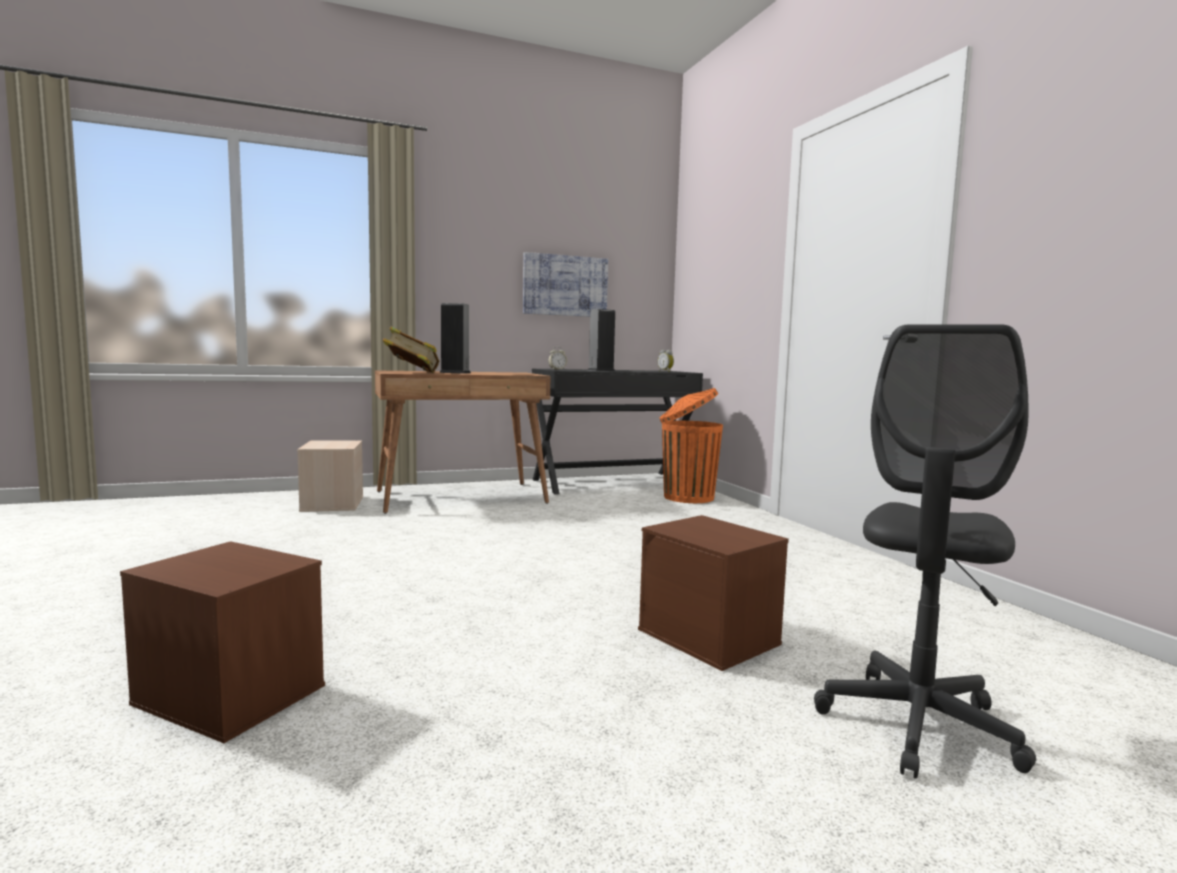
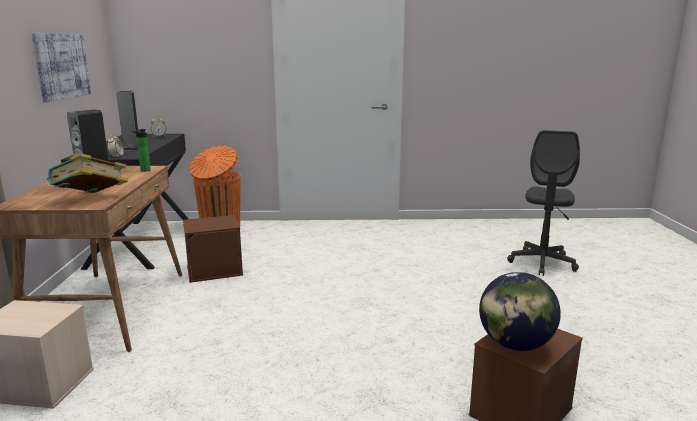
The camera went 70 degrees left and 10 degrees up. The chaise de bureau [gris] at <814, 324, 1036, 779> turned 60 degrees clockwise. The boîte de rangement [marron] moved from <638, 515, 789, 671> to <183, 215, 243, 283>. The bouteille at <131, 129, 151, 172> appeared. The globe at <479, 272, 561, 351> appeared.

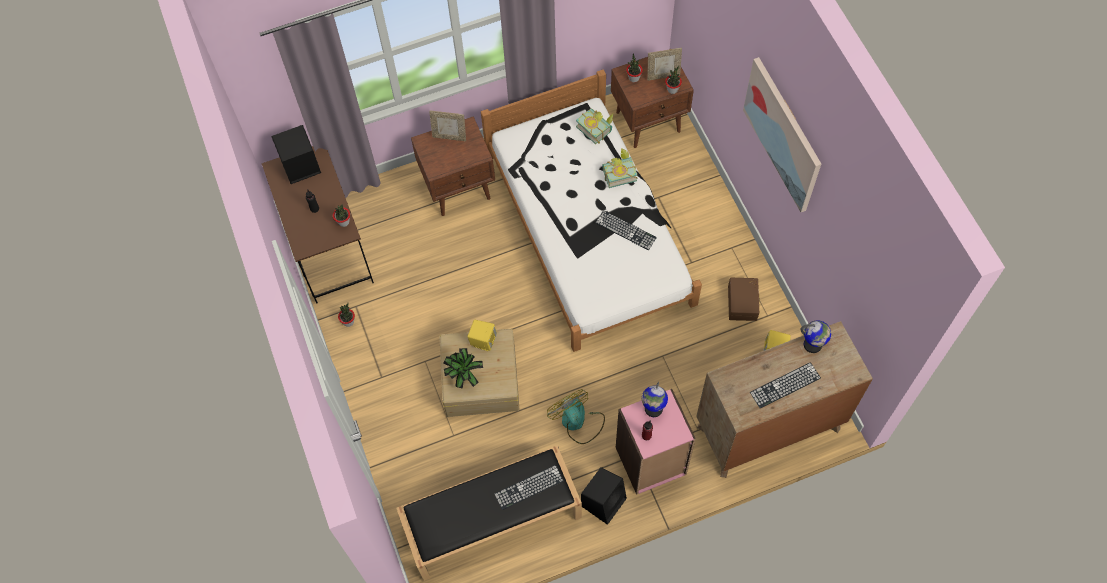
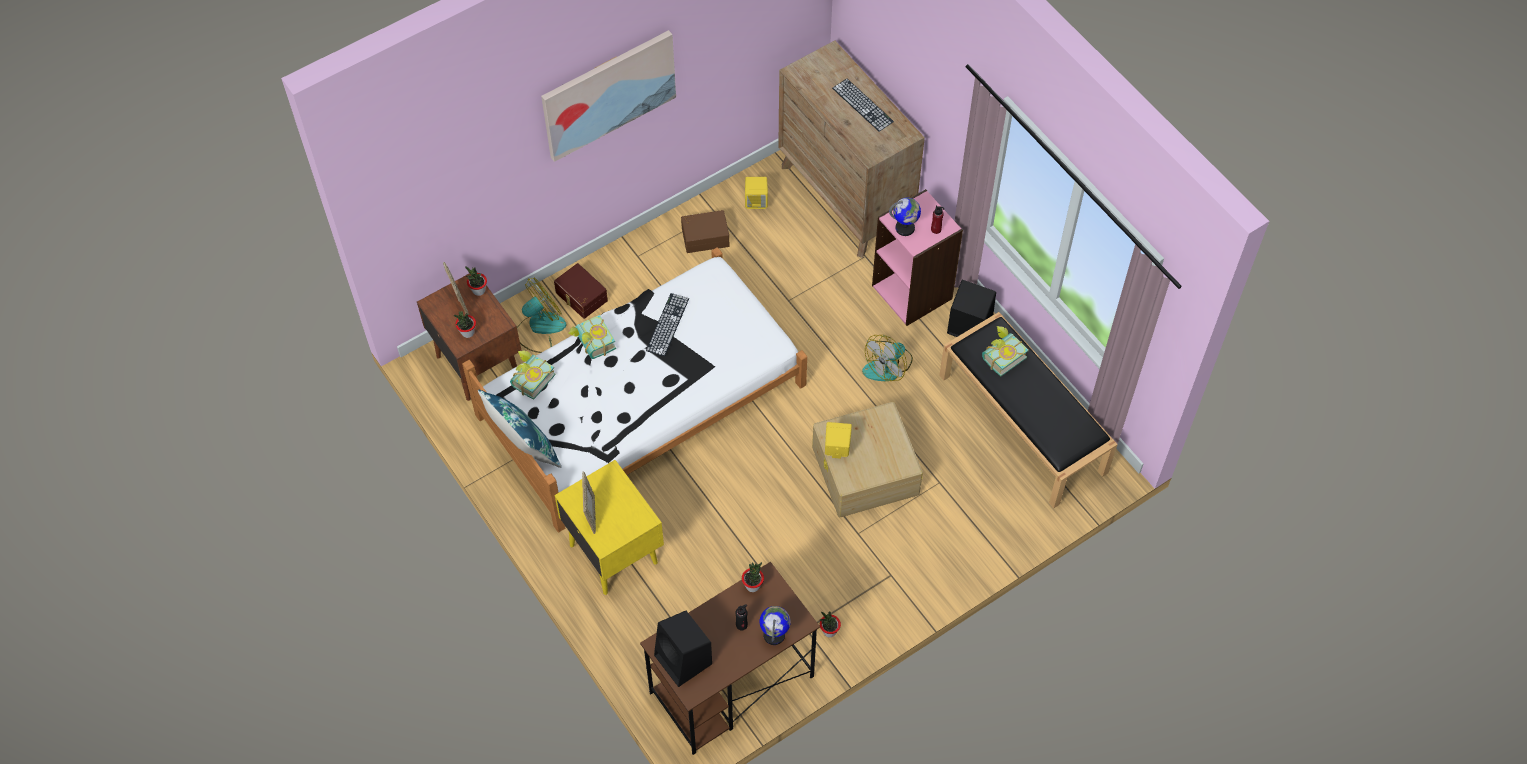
The camera went 105 degrees left and 5 degrees down. The table de chevet [marron] at <411, 116, 495, 216> became the table de chevet [jaune] at <554, 460, 664, 595>. The globe moved from <801, 320, 831, 353> to <760, 606, 791, 645>. The plante en pot at <443, 348, 483, 389> disappeared. The clavier at <495, 465, 564, 510> was replaced by the livre at <982, 326, 1029, 377>. The boîte de rangement [marron] at <554, 263, 608, 319> appeared. The ventilateur at <517, 278, 566, 353> appeared. The coussin [bleu] at <478, 389, 561, 468> appeared.

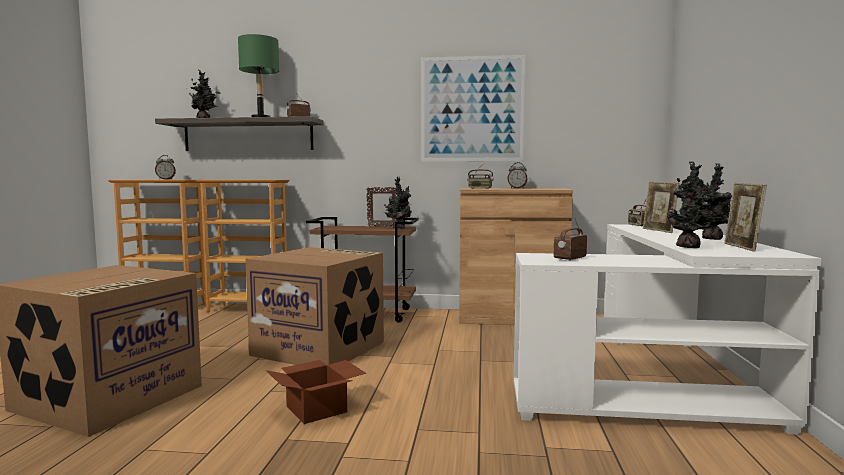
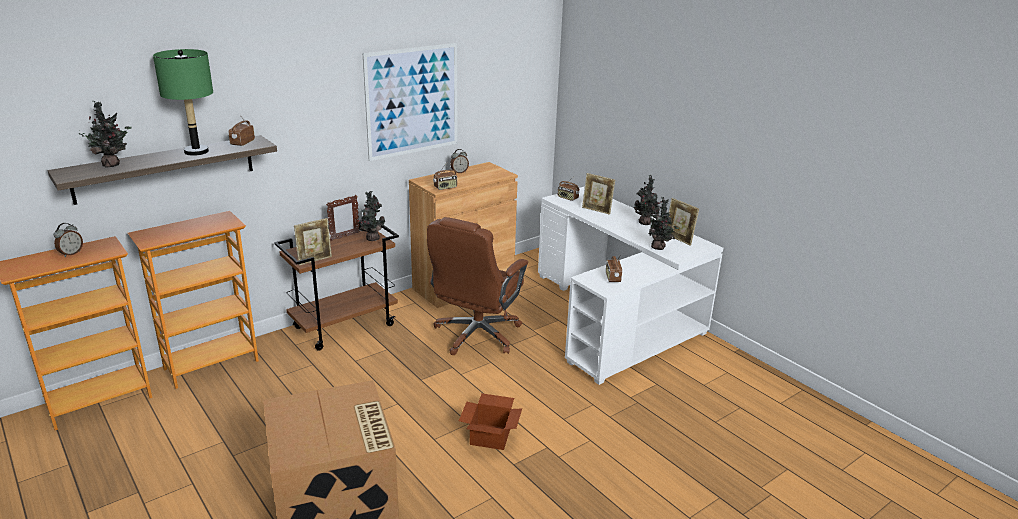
The camera went 45 degrees left and 20 degrees up. The carton at <246, 247, 384, 365> disappeared. The chaise de bureau [marron] at <427, 217, 528, 355> appeared. The cadre photo at <294, 218, 332, 266> appeared.

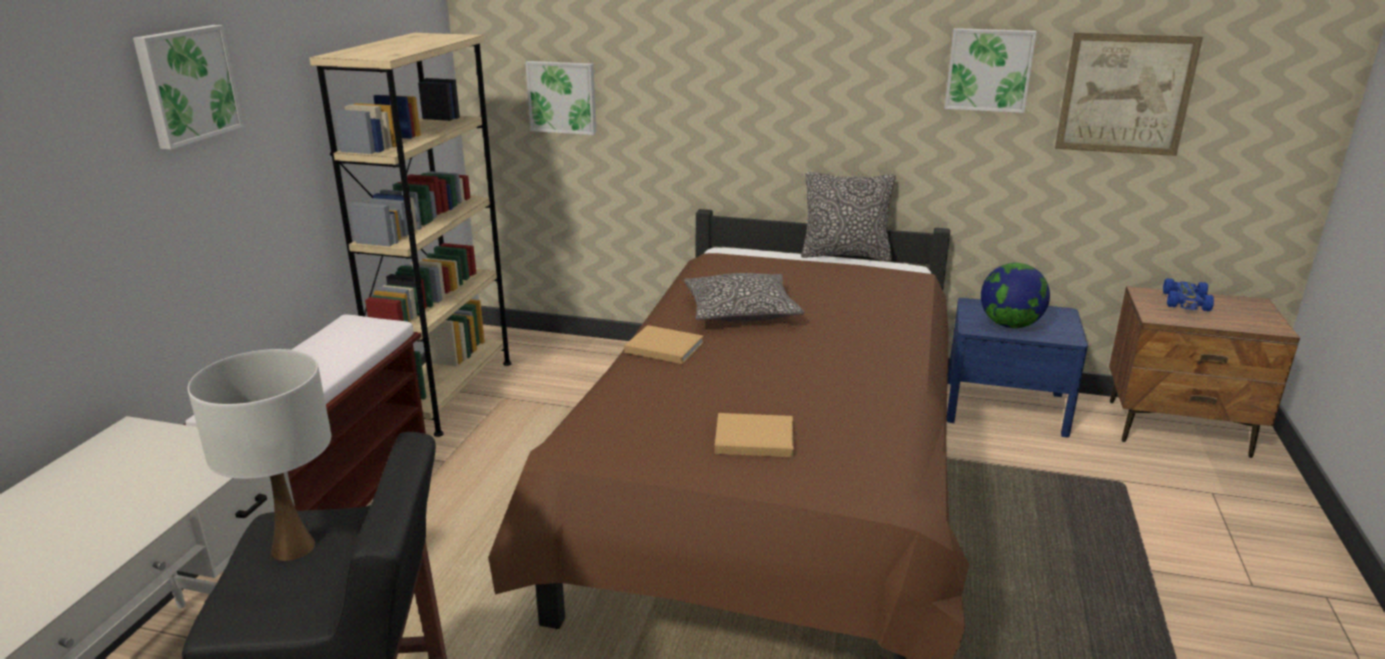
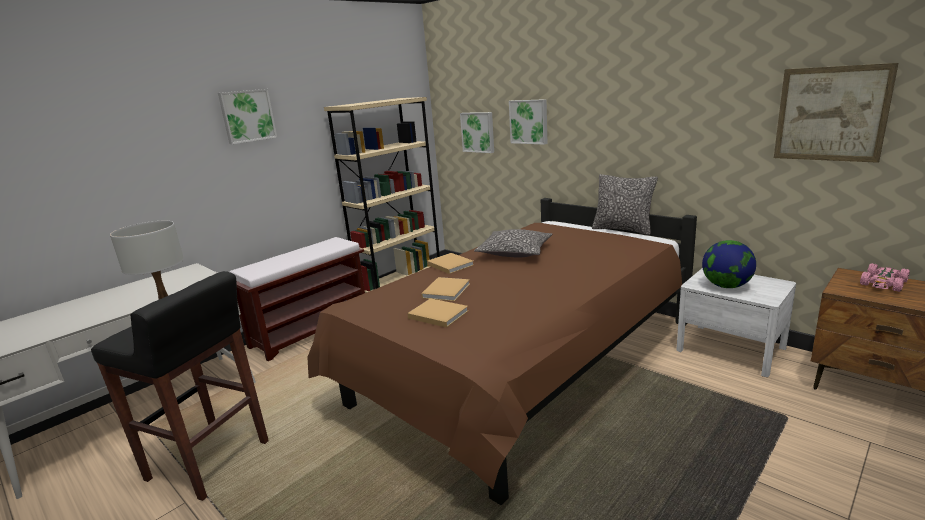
The camera went 30 degrees right and 5 degrees down. The tableau moved from <945, 28, 1037, 113> to <509, 99, 547, 145>. The petite voiture [bleu] at <1163, 278, 1214, 311> became the petite voiture [rose] at <860, 263, 910, 292>. The table de chevet [bleu] at <947, 298, 1088, 437> became the table de chevet [blanc] at <676, 268, 796, 377>. The livre [beige] at <421, 277, 470, 301> appeared.

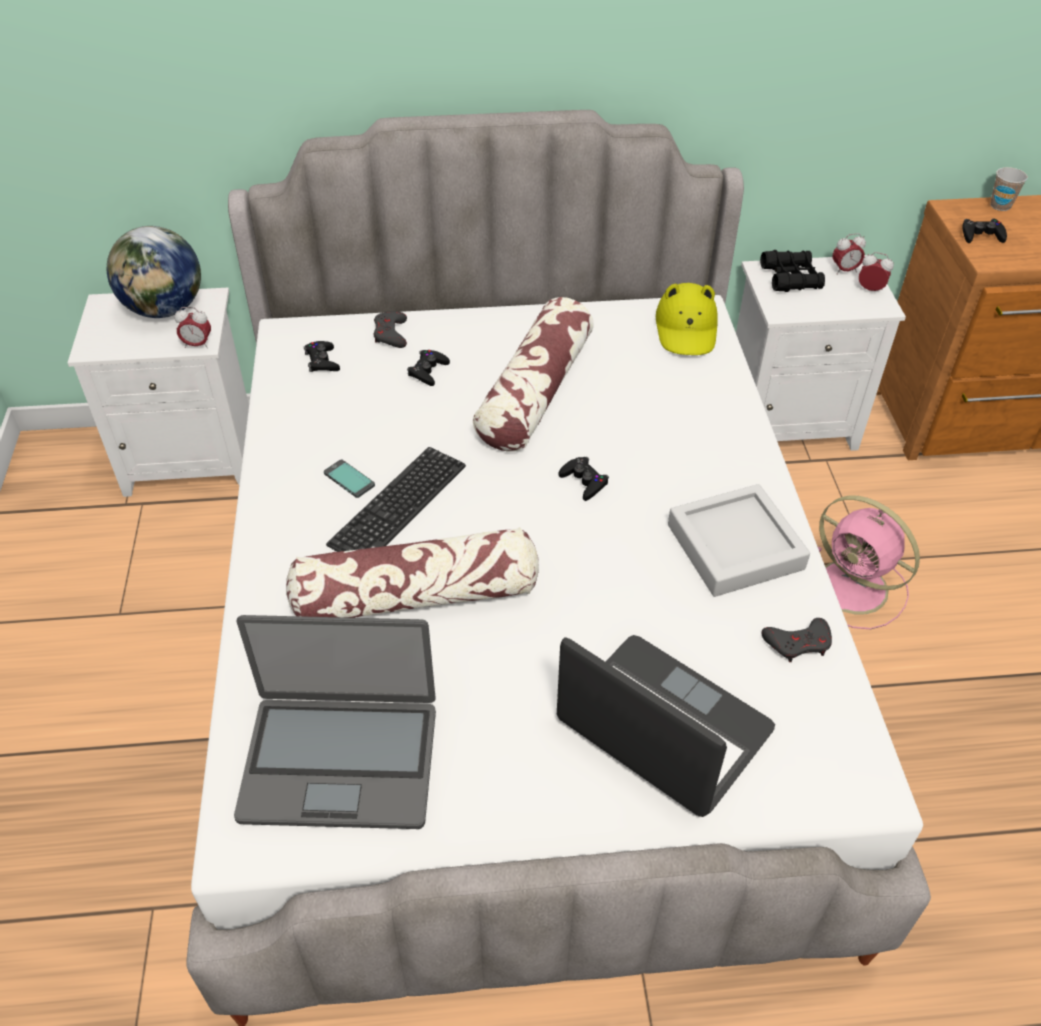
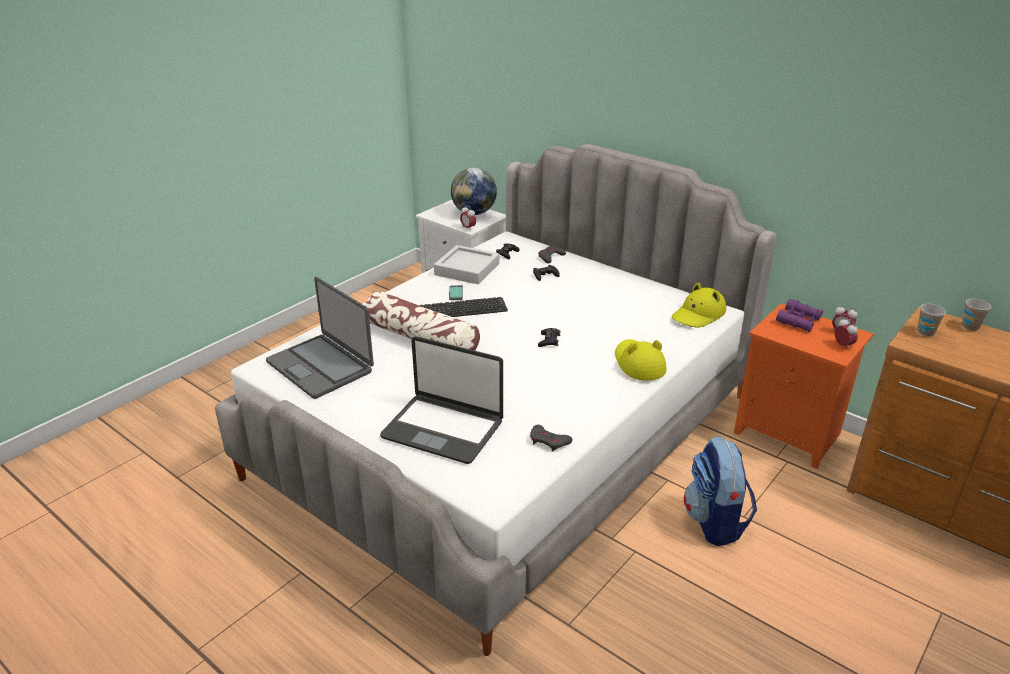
The camera went 45 degrees right and 15 degrees down. The manette [noir] at <962, 219, 1007, 243> was replaced by the tasse at <917, 304, 946, 337>. The jumelles [noir] at <760, 250, 825, 292> became the jumelles [violet] at <776, 299, 823, 332>. The table de chevet [blanc] at <736, 255, 906, 451> became the table de chevet [orange] at <734, 304, 873, 469>. The coussin at <473, 297, 594, 452> disappeared. The plateau [gris] moved from <668, 484, 810, 597> to <434, 245, 500, 284>. The ventilateur [rose] at <818, 495, 920, 630> was replaced by the sac à dos at <684, 436, 757, 546>. The ordinateur portable at <557, 635, 775, 817> turned 120 degrees clockwise. The chapeau [jaune] at <615, 339, 667, 381> appeared.

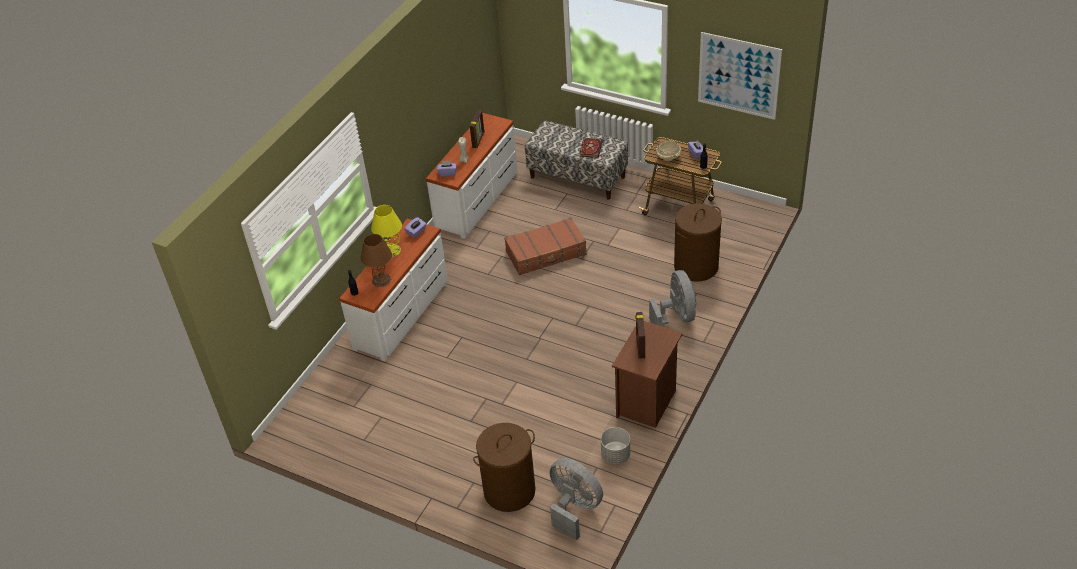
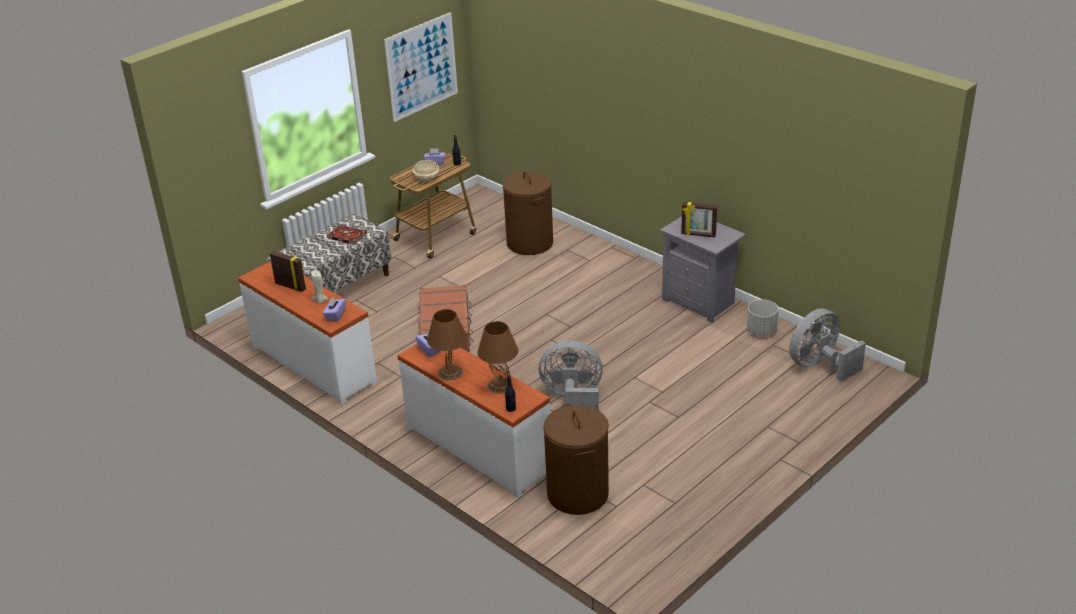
The camera went 75 degrees left and 10 degrees down. The lampe de table [jaune] at <371, 205, 402, 257> became the lampe de table [marron] at <427, 309, 467, 381>. The ventilateur [gris] moved from <649, 270, 697, 326> to <539, 341, 603, 410>. The table de chevet [marron] at <612, 321, 683, 428> became the table de chevet [gris] at <660, 216, 746, 323>. The panier à linge [marron] moved from <473, 423, 536, 512> to <543, 403, 609, 515>.

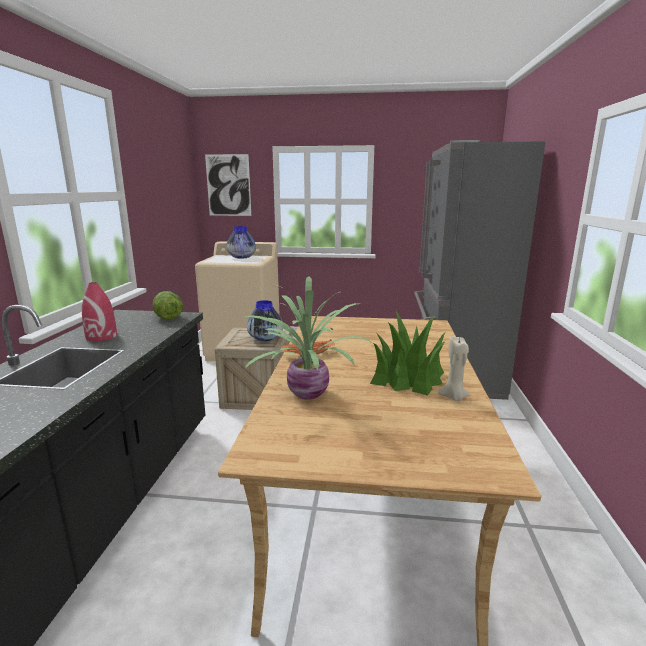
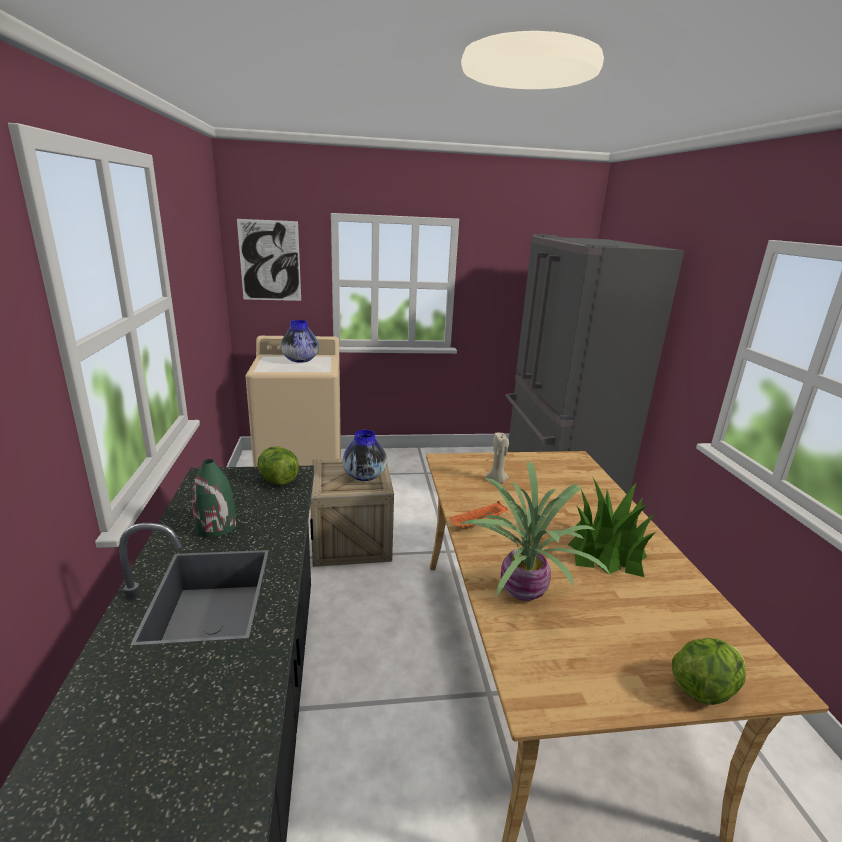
The camera went 15 degrees left and 5 degrees up. The vase [rouge] at <82, 282, 117, 342> became the vase [vert] at <192, 459, 236, 537>. The bougie [beige] moved from <438, 337, 470, 401> to <485, 433, 509, 484>. The laitue at <672, 638, 746, 705> appeared.

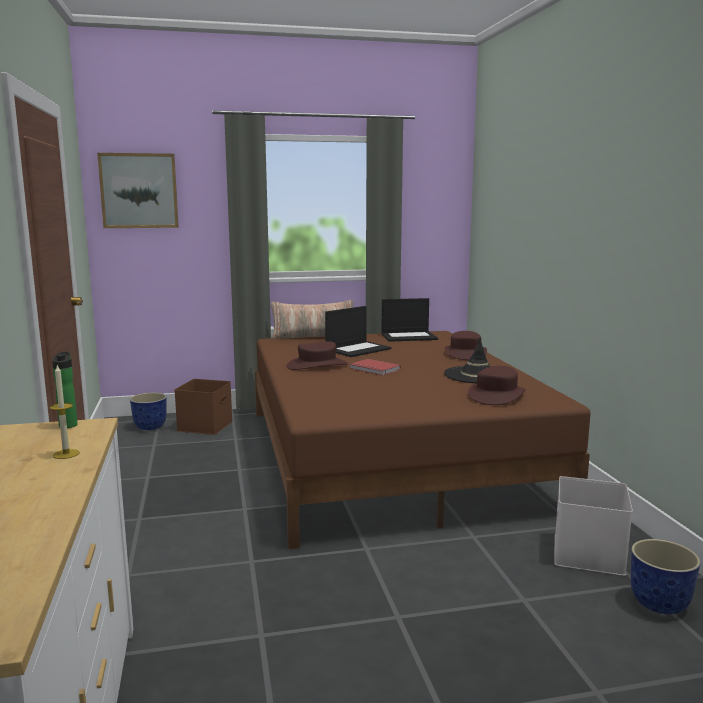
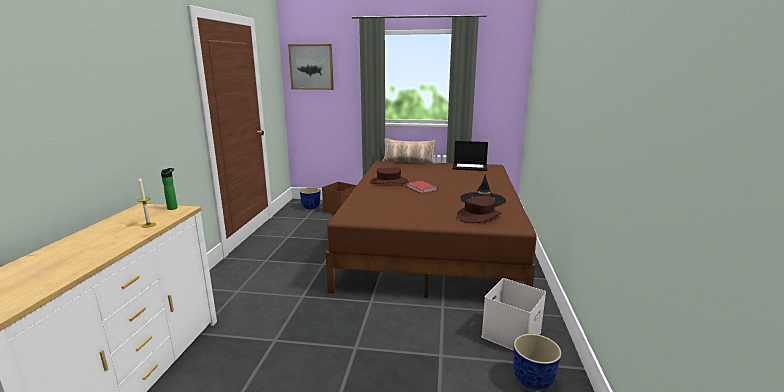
The camera went 20 degrees right and 5 degrees up. The ordinateur portable at <325, 306, 392, 357> disappeared. The chapeau [marron] at <445, 331, 487, 360> disappeared.

